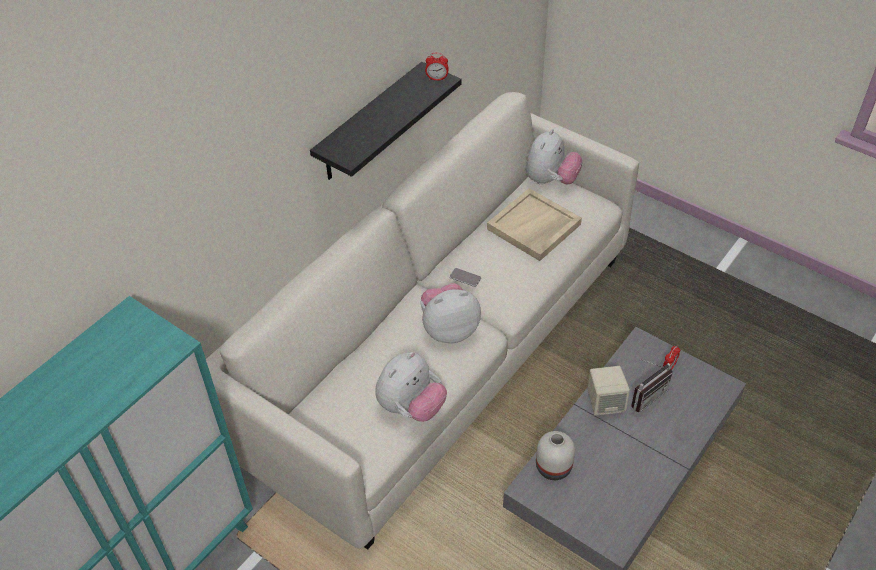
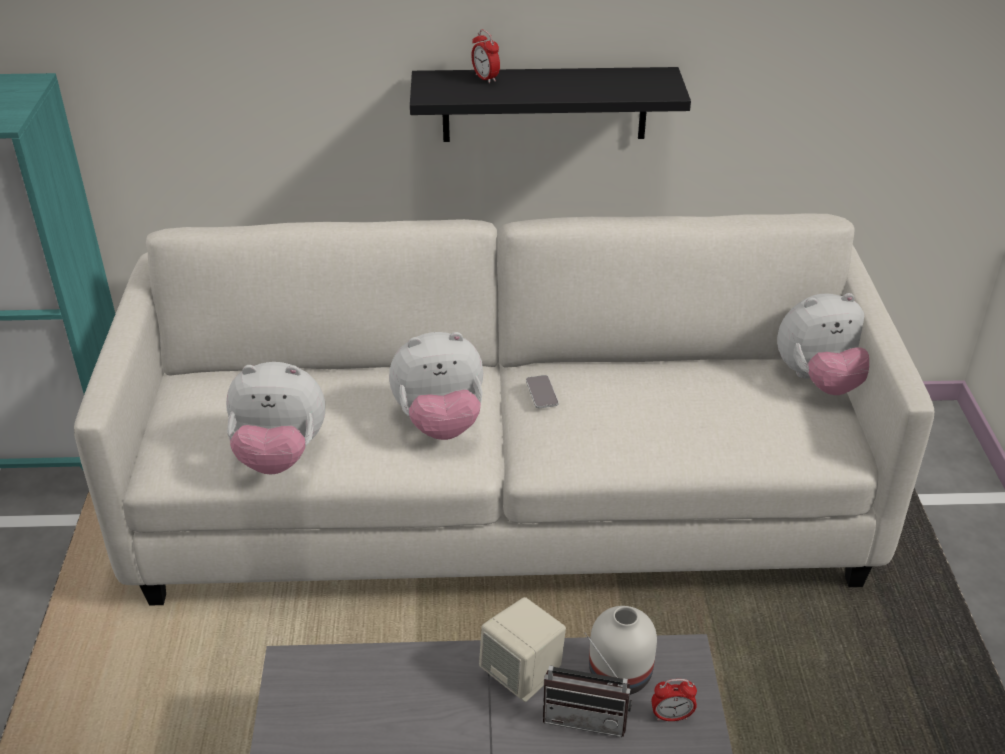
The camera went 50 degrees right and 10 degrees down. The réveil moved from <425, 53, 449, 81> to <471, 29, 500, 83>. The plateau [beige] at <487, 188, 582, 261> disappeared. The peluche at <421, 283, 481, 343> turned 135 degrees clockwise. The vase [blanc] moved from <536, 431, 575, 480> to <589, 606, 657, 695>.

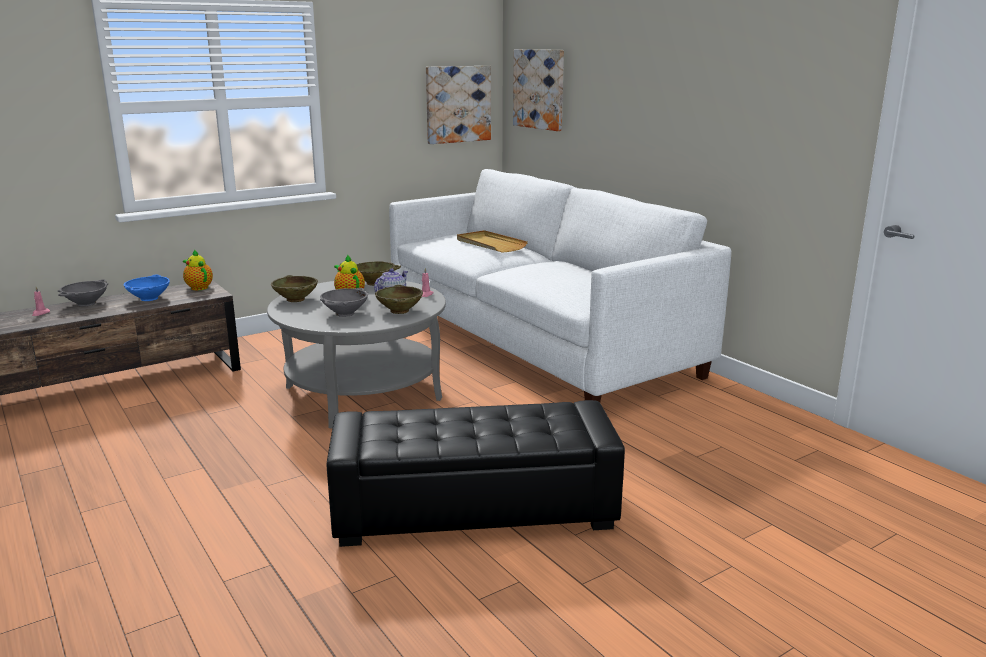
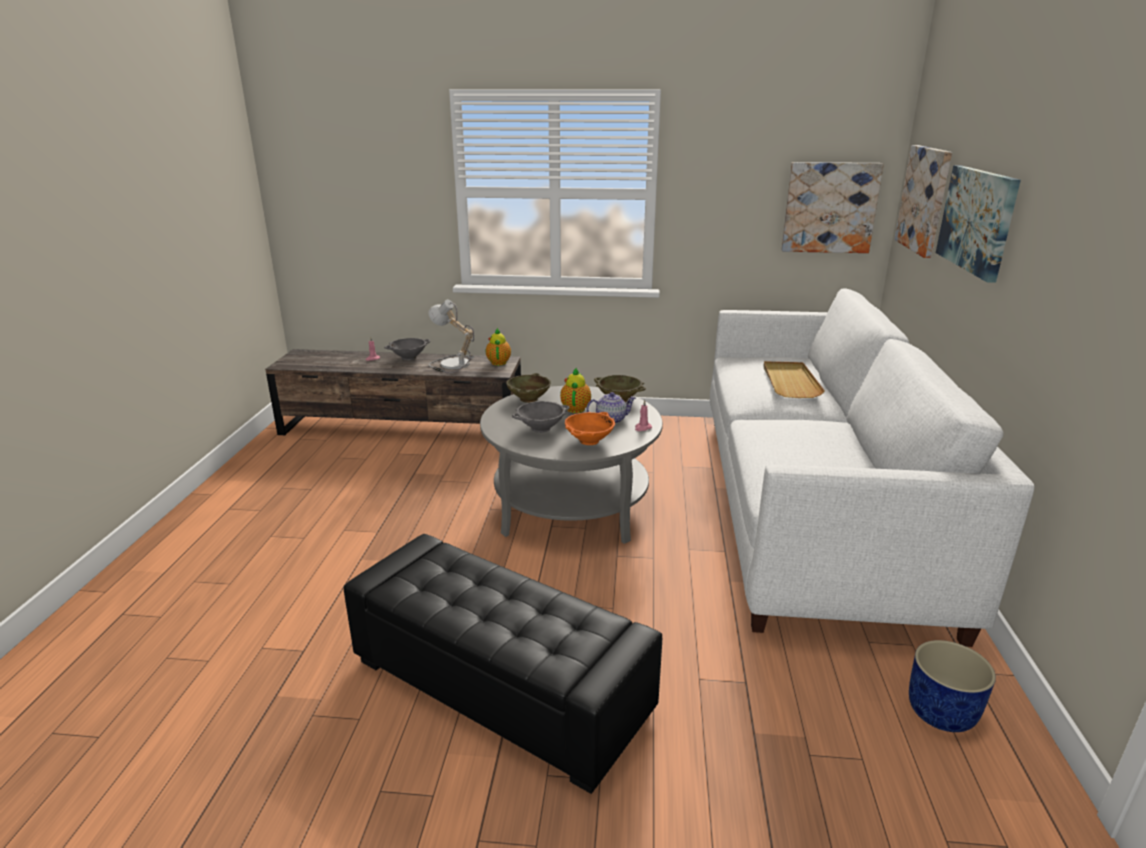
The camera went 40 degrees right and 5 degrees up. The bol [bleu] at <123, 274, 170, 301> was replaced by the lampe de table at <428, 299, 474, 373>. The bol [beige] at <375, 285, 423, 314> became the bol [orange] at <565, 412, 615, 445>. The tableau at <936, 165, 1021, 283> appeared. The cache-pot [bleu] at <909, 640, 996, 732> appeared.

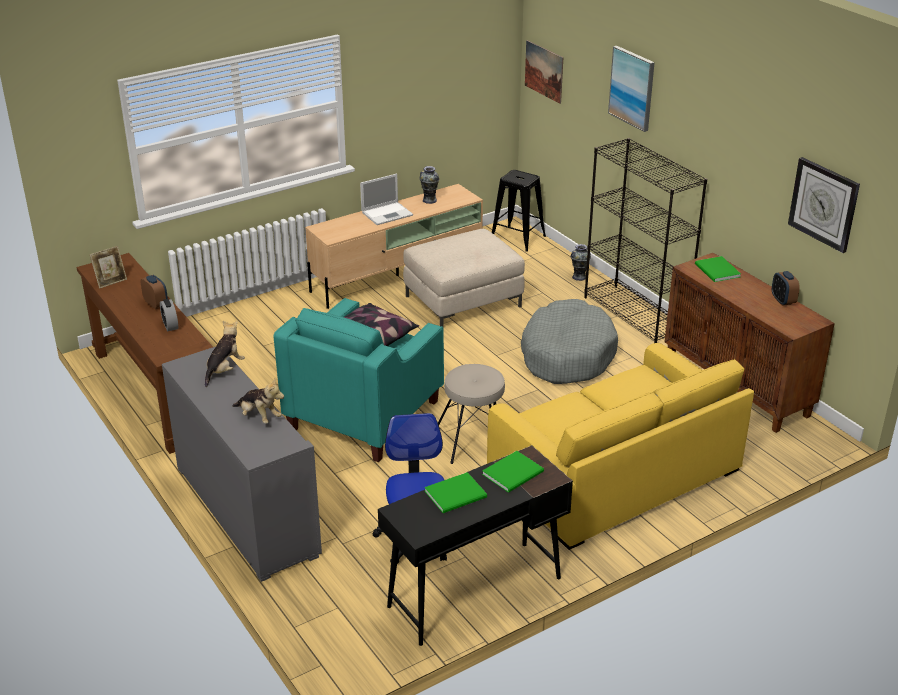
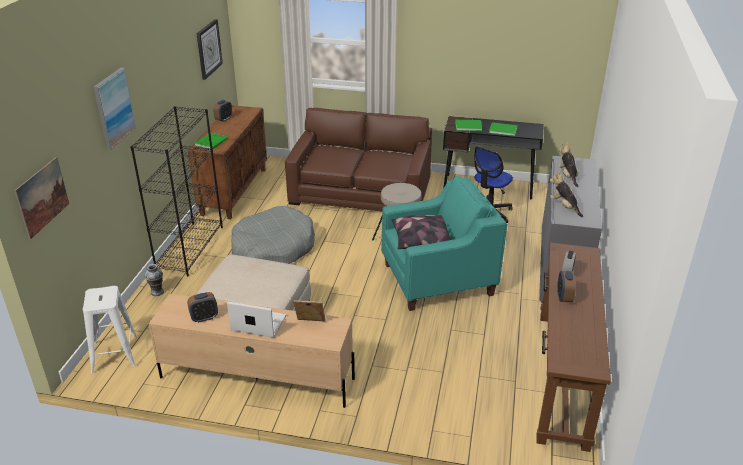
The camera went 135 degrees left and 0 degrees up. The vase at <419, 166, 440, 204> was replaced by the réveil at <187, 292, 218, 323>. The tabouret [noir] at <492, 170, 546, 251> became the tabouret [blanc] at <83, 286, 138, 374>. The cadre photo moved from <90, 246, 127, 289> to <293, 300, 326, 322>. The peluche at <205, 321, 245, 387> turned 75 degrees clockwise. The canapé [jaune] at <487, 343, 754, 550> became the canapé [marron] at <285, 108, 432, 211>.

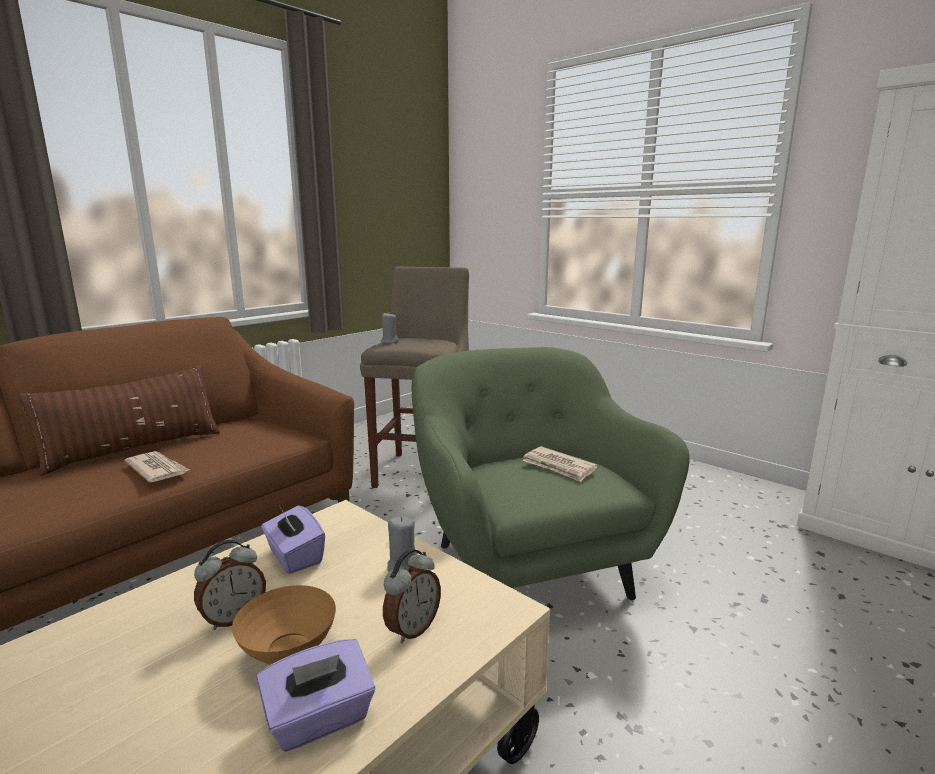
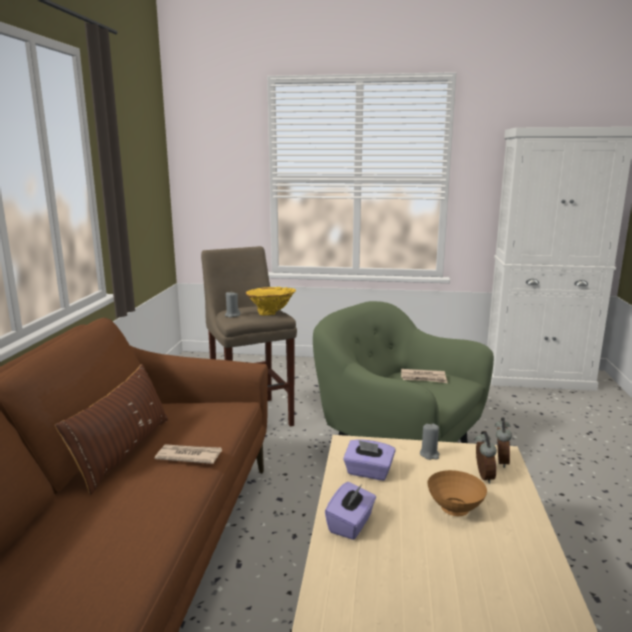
The camera went 35 degrees left and 0 degrees up. The réveil moved from <194, 540, 266, 630> to <495, 418, 512, 468>. The boîte à mouchoirs [violet] moved from <257, 639, 375, 752> to <325, 482, 376, 540>. The vase [jaune] at <246, 287, 296, 315> appeared.

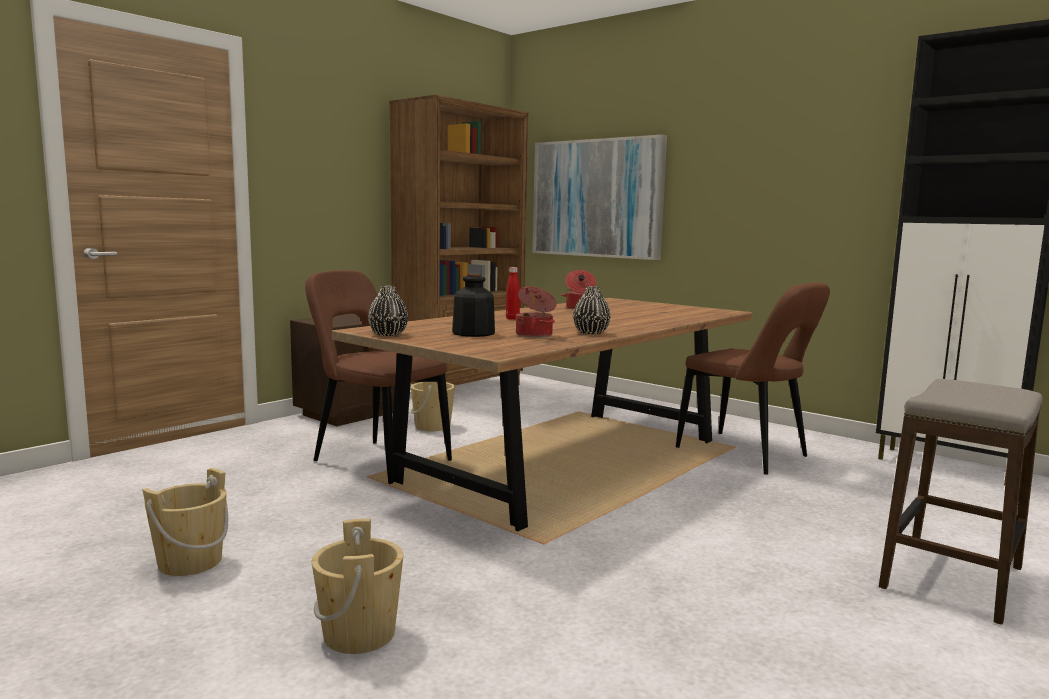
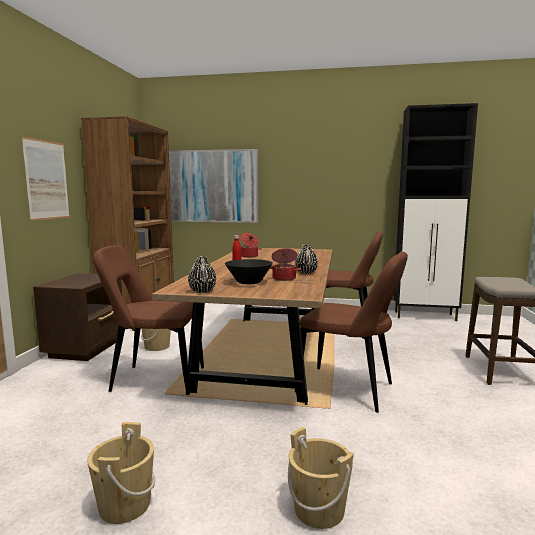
The camera went 30 degrees left and 0 degrees up. The bouteille at <452, 273, 495, 337> was replaced by the bol [noir] at <225, 259, 273, 284>. The tableau at <21, 137, 70, 221> appeared. The chaise [marron] at <295, 251, 408, 413> appeared.

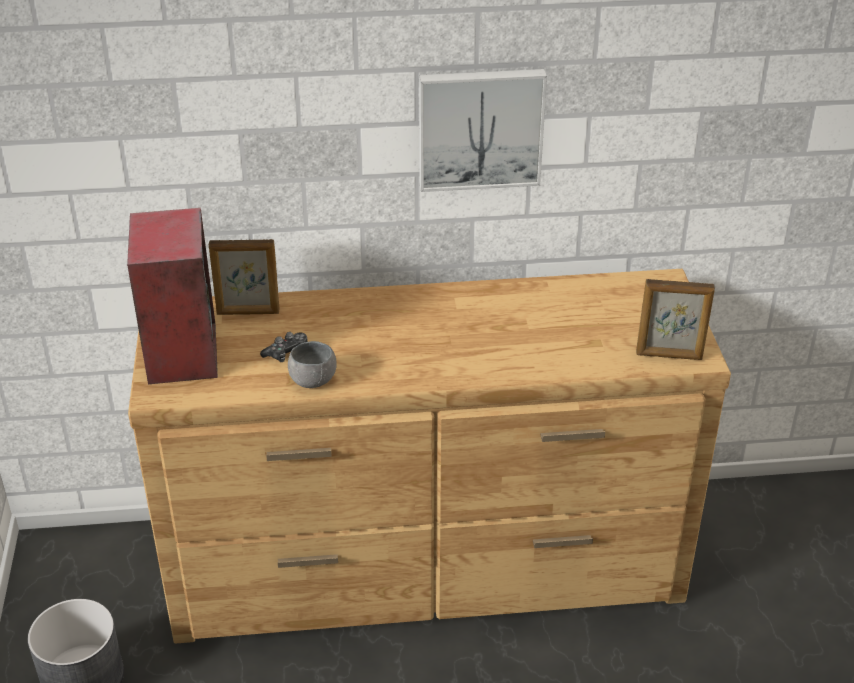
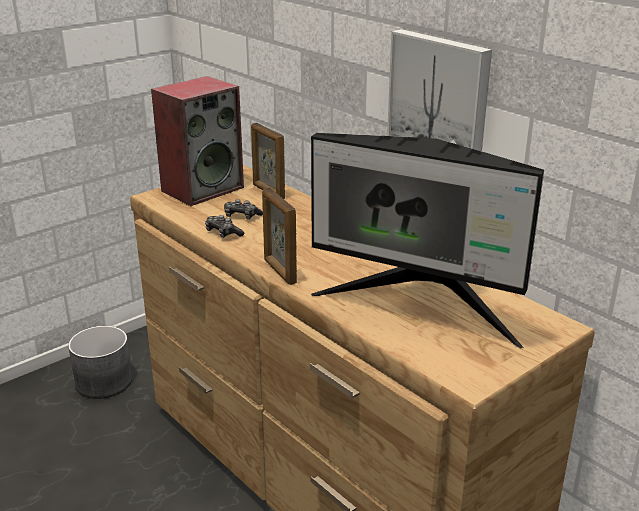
The camera went 55 degrees right and 10 degrees down. The cadre photo moved from <636, 279, 715, 360> to <262, 187, 297, 285>. The bol [gris] at <288, 341, 337, 388> was replaced by the manette at <205, 215, 244, 238>. The écran d'ordinateur at <311, 133, 544, 348> appeared.

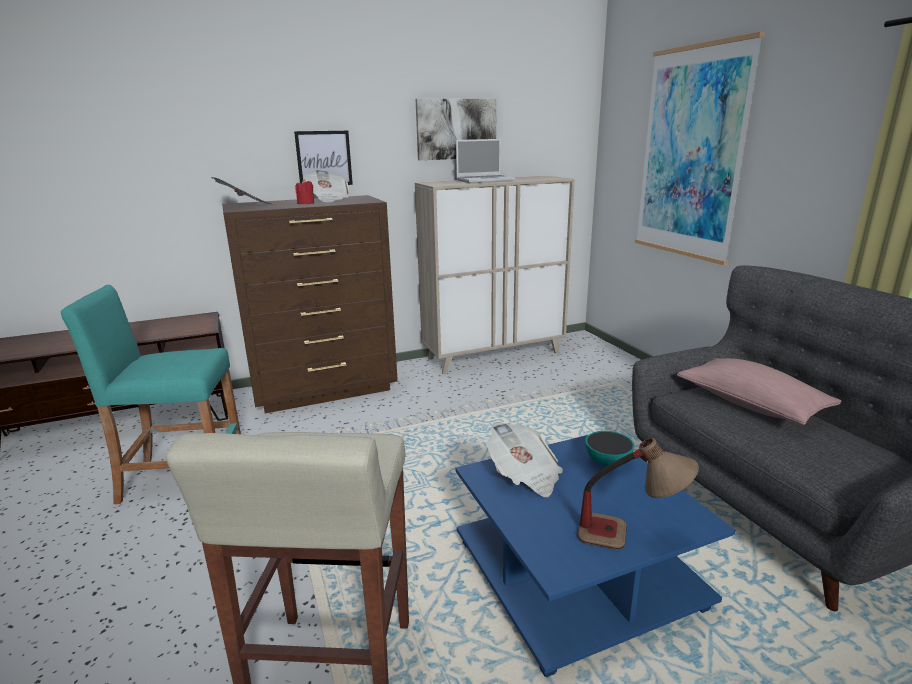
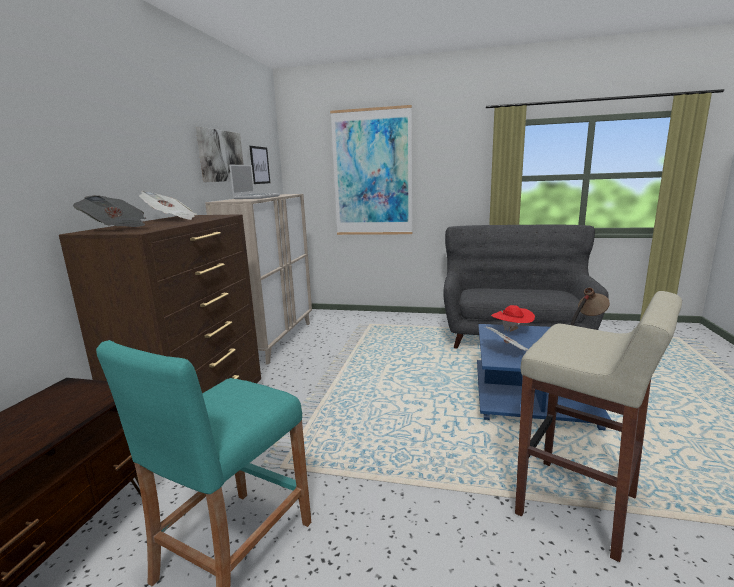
The camera went 55 degrees left and 5 degrees down. The tableau moved from <294, 131, 353, 185> to <250, 146, 270, 184>. The bougie [rouge] at <295, 179, 314, 204> disappeared. The coussin [rose] at <677, 358, 842, 425> disappeared. The bol at <585, 431, 635, 466> was replaced by the chapeau [rouge] at <491, 305, 535, 332>.

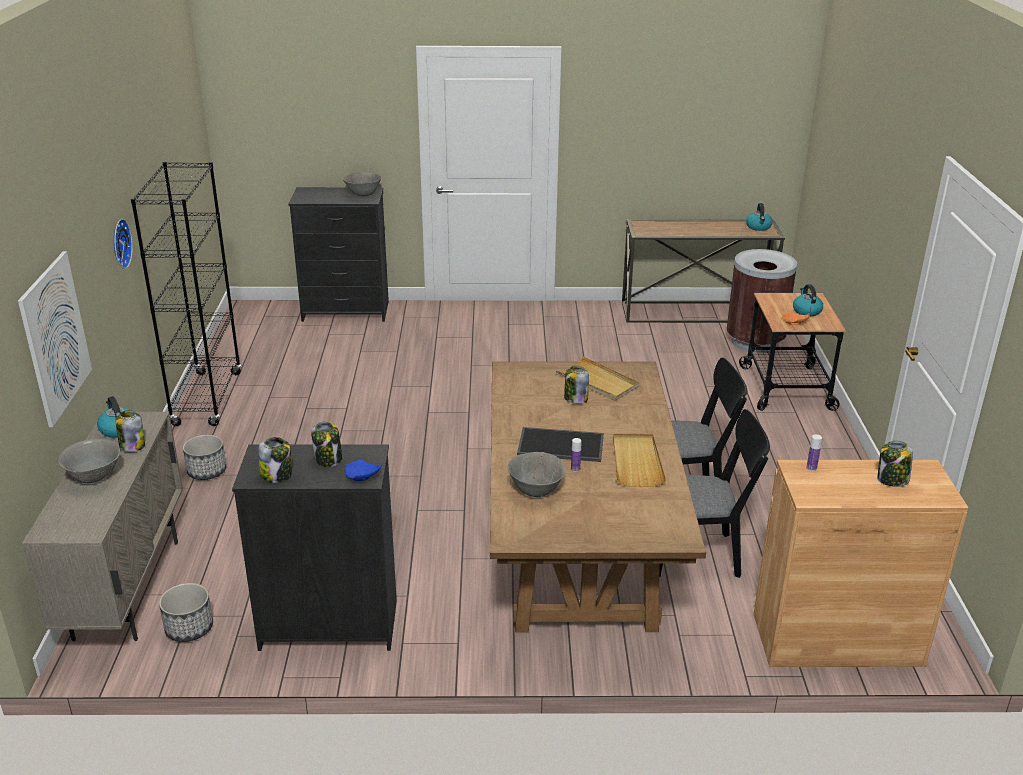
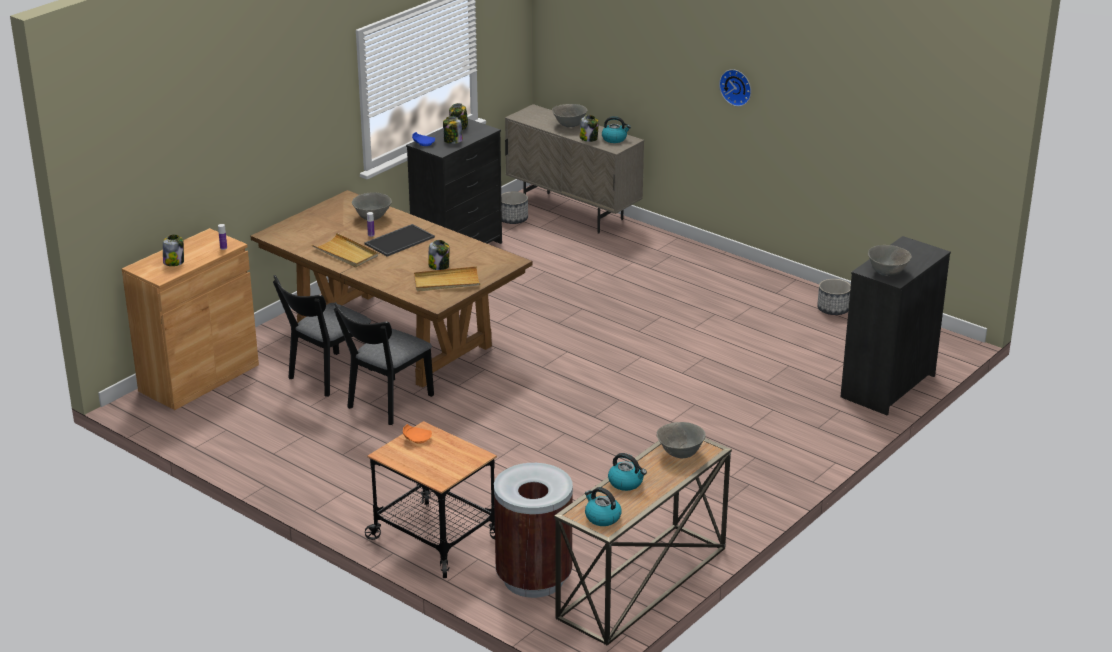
The camera went 130 degrees right and 0 degrees up. The bibliothèque [noir] at <131, 162, 241, 426> disappeared. The tableau at <18, 251, 92, 427> disappeared. The bouilloire moved from <793, 284, 823, 316> to <608, 453, 647, 491>. The cache-pot moved from <183, 435, 227, 480> to <817, 279, 851, 315>. The bol [gris] at <657, 422, 706, 458> appeared.

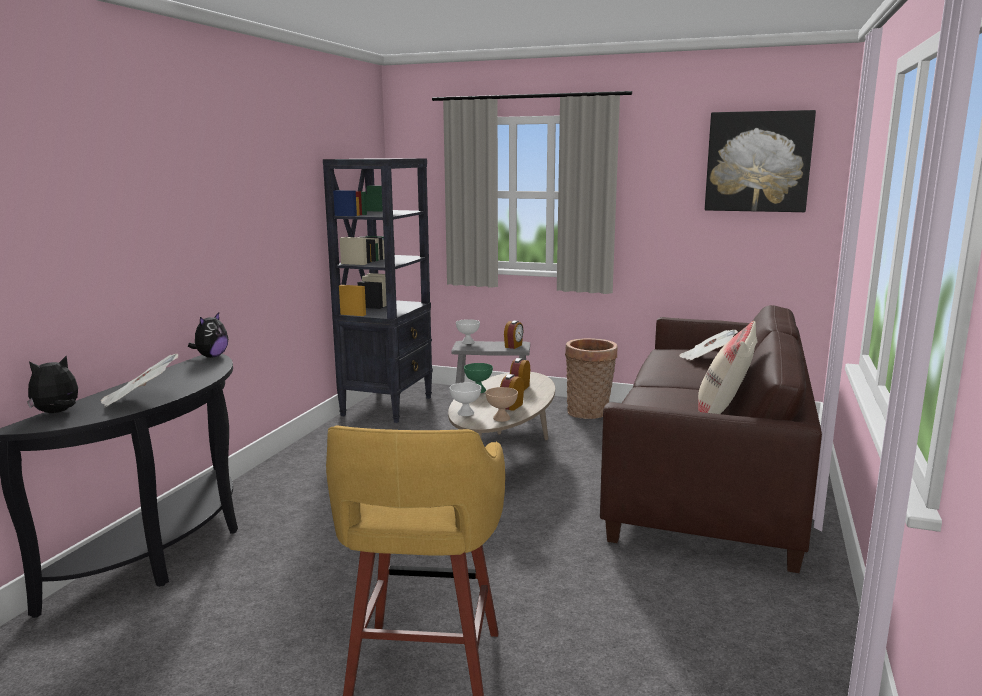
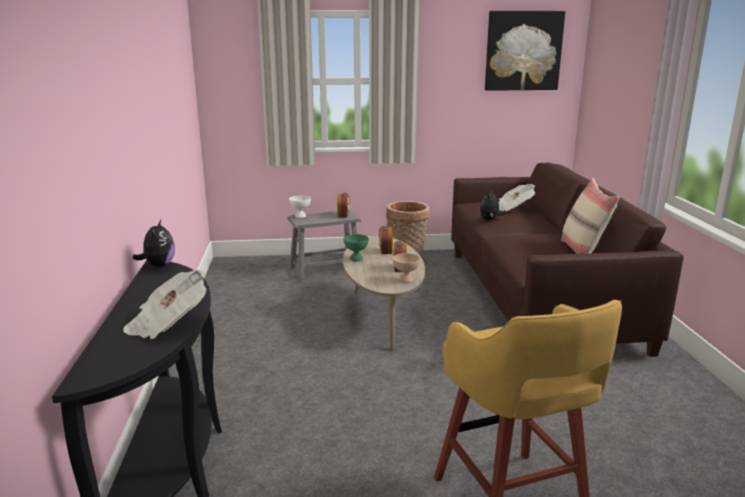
The camera went 25 degrees left and 5 degrees up. The bibliothèque [noir] at <323, 158, 433, 423> disappeared. The peluche moved from <27, 356, 78, 413> to <480, 191, 506, 220>. The bol [blanc] at <450, 383, 481, 416> disappeared.

